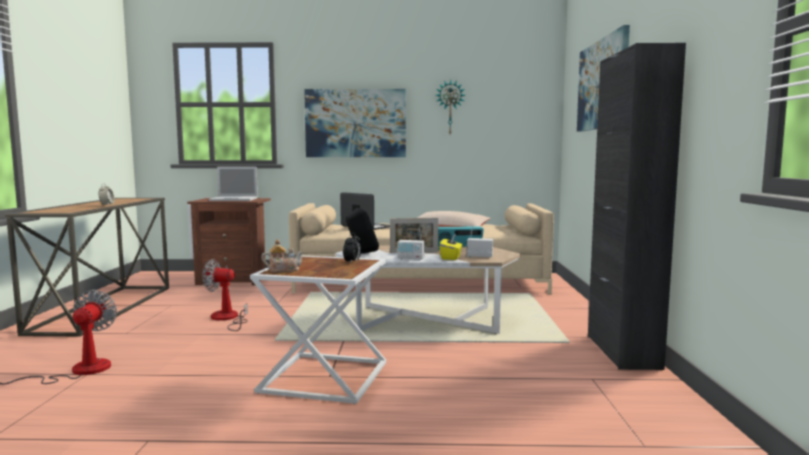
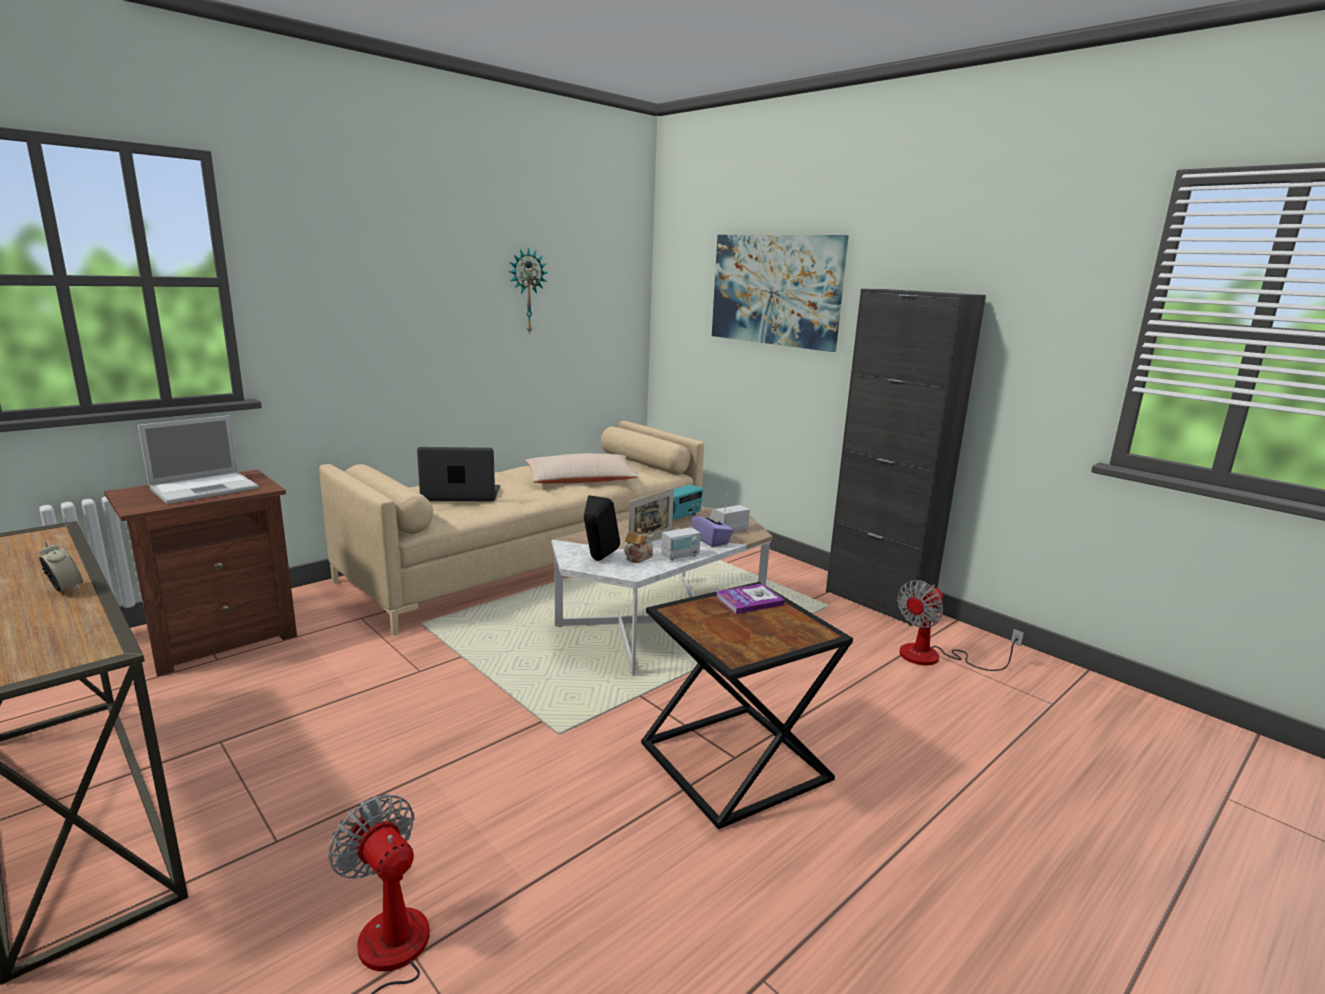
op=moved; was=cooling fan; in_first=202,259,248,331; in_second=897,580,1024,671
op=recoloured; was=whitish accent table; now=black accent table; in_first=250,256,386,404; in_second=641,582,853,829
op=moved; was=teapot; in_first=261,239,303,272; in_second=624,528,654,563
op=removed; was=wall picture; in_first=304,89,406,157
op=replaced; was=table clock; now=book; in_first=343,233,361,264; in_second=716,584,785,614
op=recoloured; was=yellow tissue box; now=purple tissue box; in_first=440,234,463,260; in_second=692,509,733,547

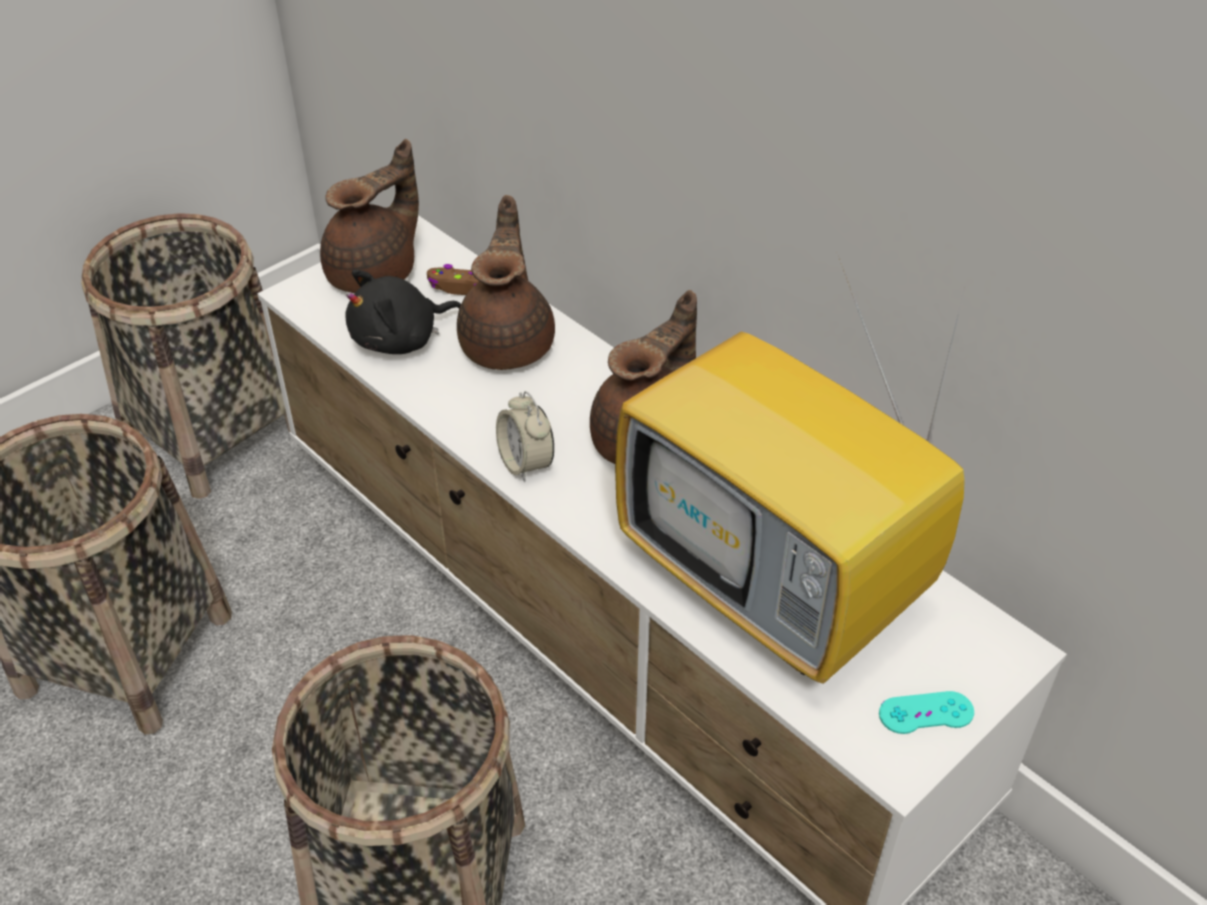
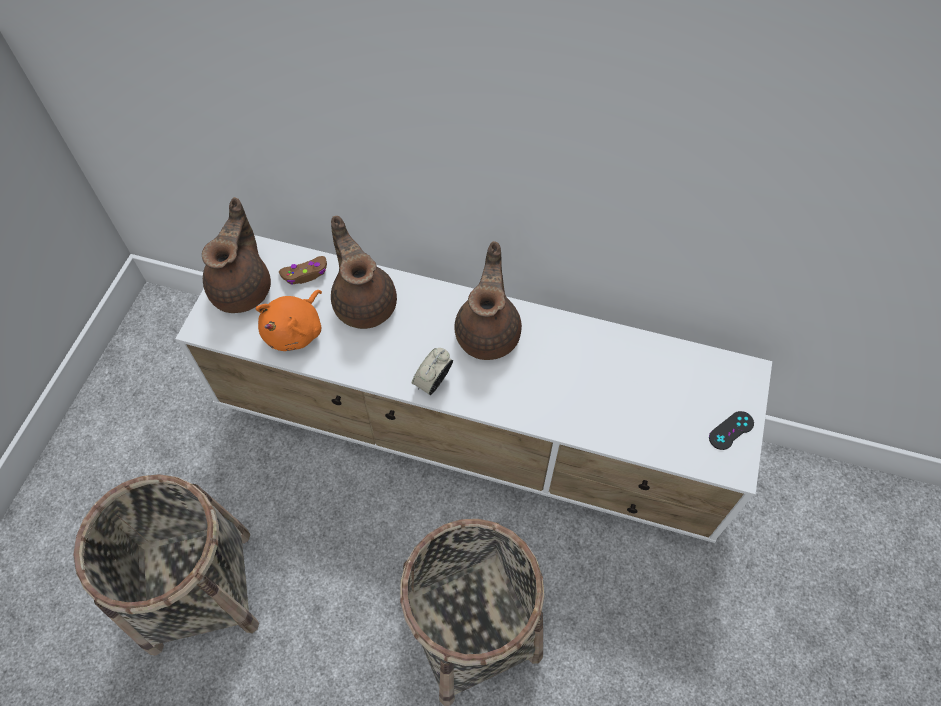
op=removed; was=household basket; in_first=81,214,290,499
op=recoloured; was=black plush toy; now=orange-coloured plush toy; in_first=345,270,461,354; in_second=256,290,322,351
op=turned; was=table clock; in_first=496,391,554,482; in_second=412,348,453,395; clockwise=90
op=removed; was=TV; in_first=615,259,965,684
op=recoloured; was=turquoise gamepad; now=black gamepad; in_first=879,691,974,734; in_second=709,411,754,450

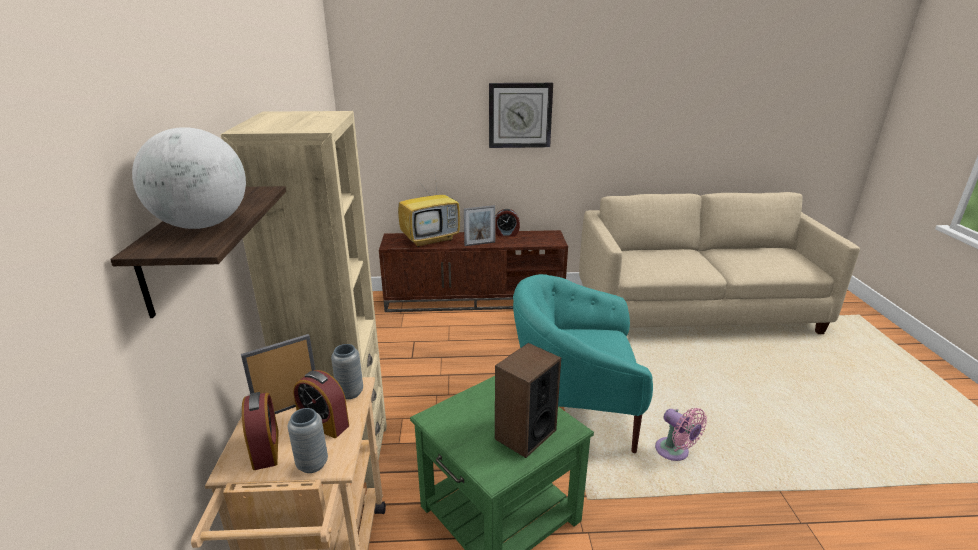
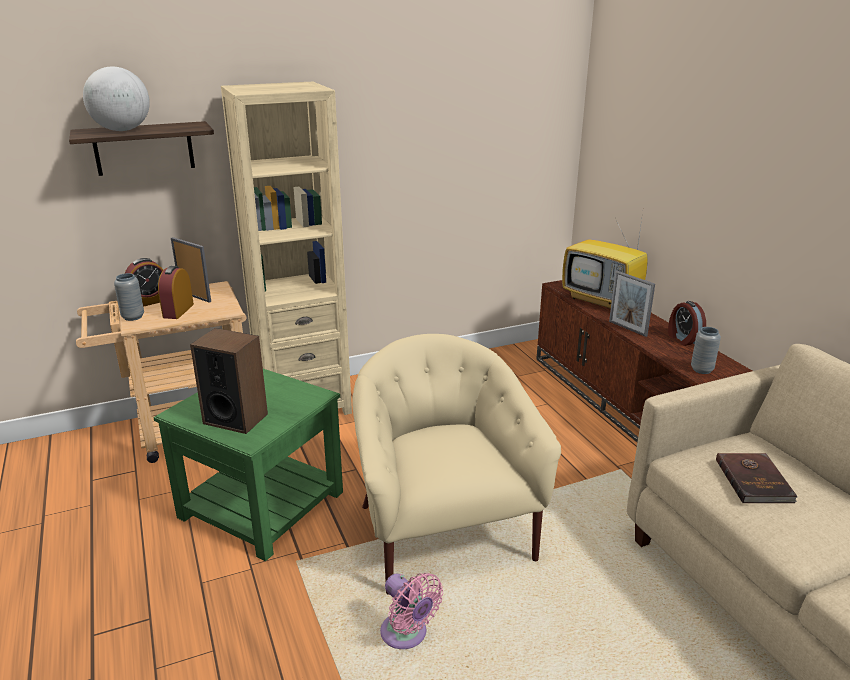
op=moved; was=grey flower vase; in_first=331,344,363,399; in_second=691,327,721,374
op=removed; was=wall clock; in_first=489,83,553,148
op=recoloured; was=turquoise easy chair; now=sand-coloured easy chair; in_first=513,274,653,453; in_second=352,334,561,595
op=turned; was=pinkish cooling fan; in_first=655,408,707,461; in_second=380,573,443,649; clockwise=-75
op=added; now=brownish book; in_second=716,453,797,503

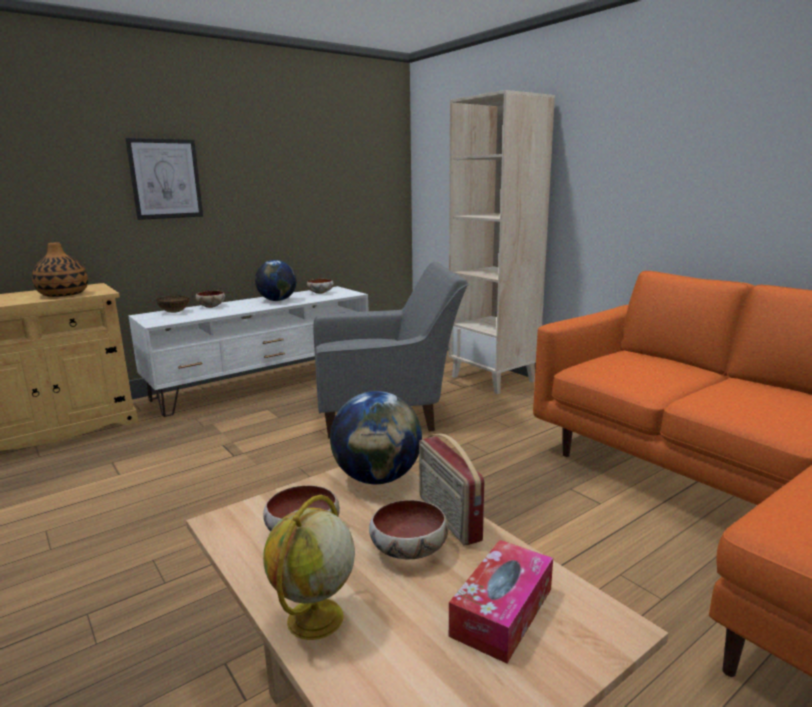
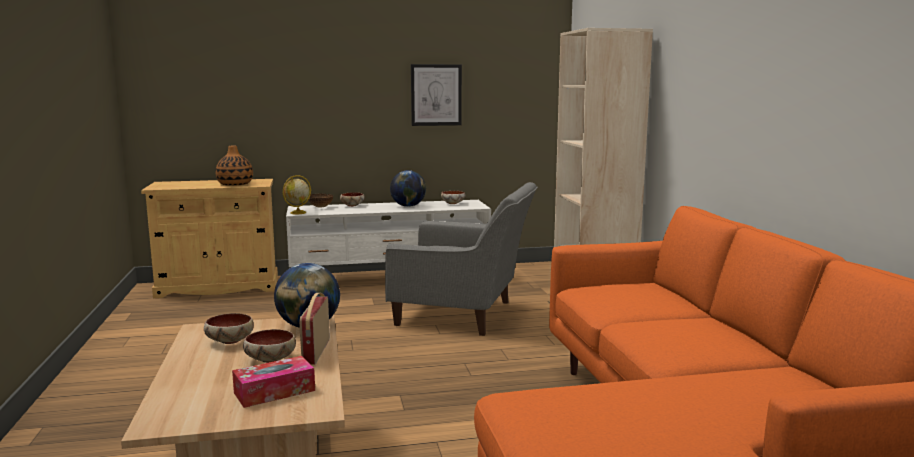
op=moved; was=wall picture; in_first=125,138,203,220; in_second=411,64,462,126
op=moved; was=world globe; in_first=263,495,355,640; in_second=283,175,311,214

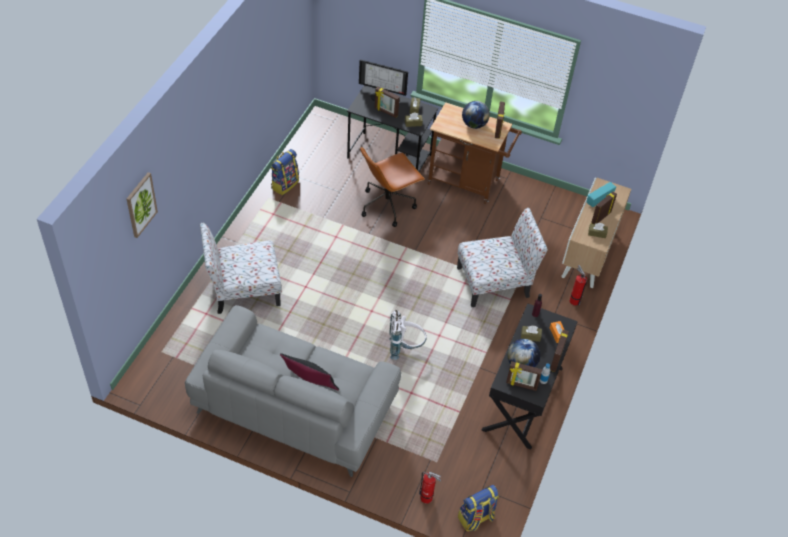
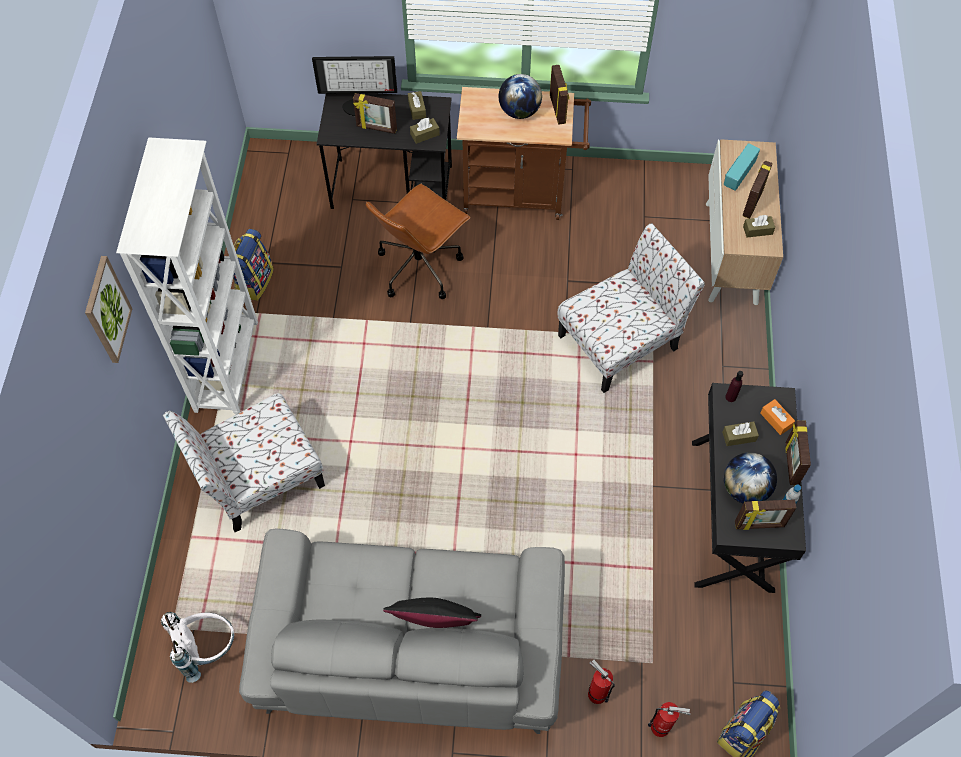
op=moved; was=wall picture; in_first=127,172,158,238; in_second=85,256,132,363
op=moved; was=whitish rucksack; in_first=389,310,427,360; in_second=161,612,234,683
op=moved; was=fire-fighting cylinder; in_first=570,265,587,306; in_second=588,660,615,704
op=added; now=whitish shelving unit; in_second=116,137,258,415

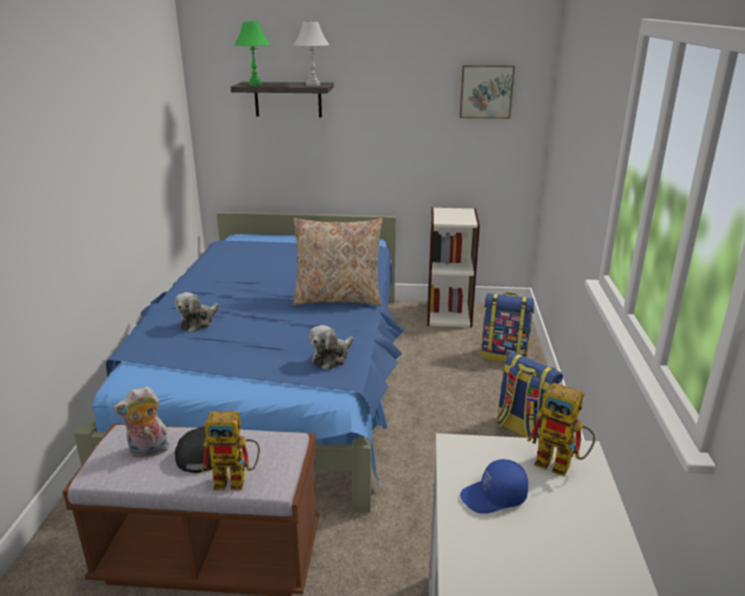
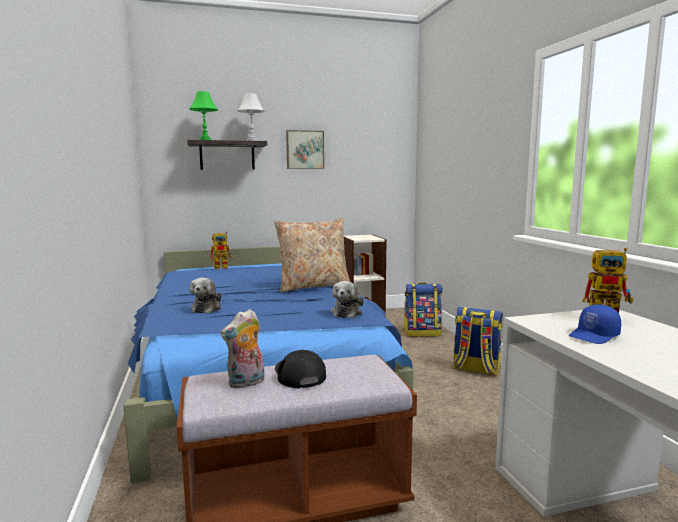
op=moved; was=model robot; in_first=201,411,260,491; in_second=210,231,233,269
op=moved; was=wall picture; in_first=460,65,515,119; in_second=286,130,324,169

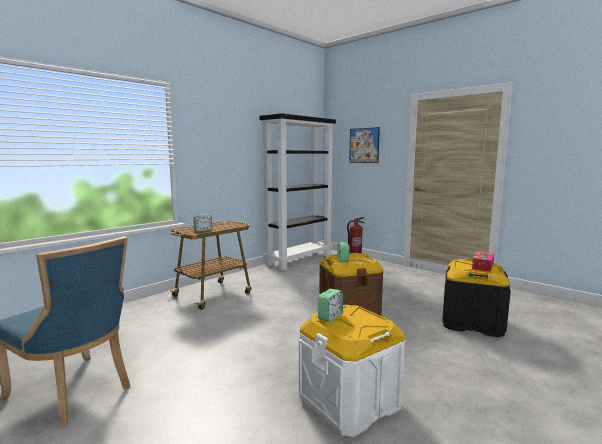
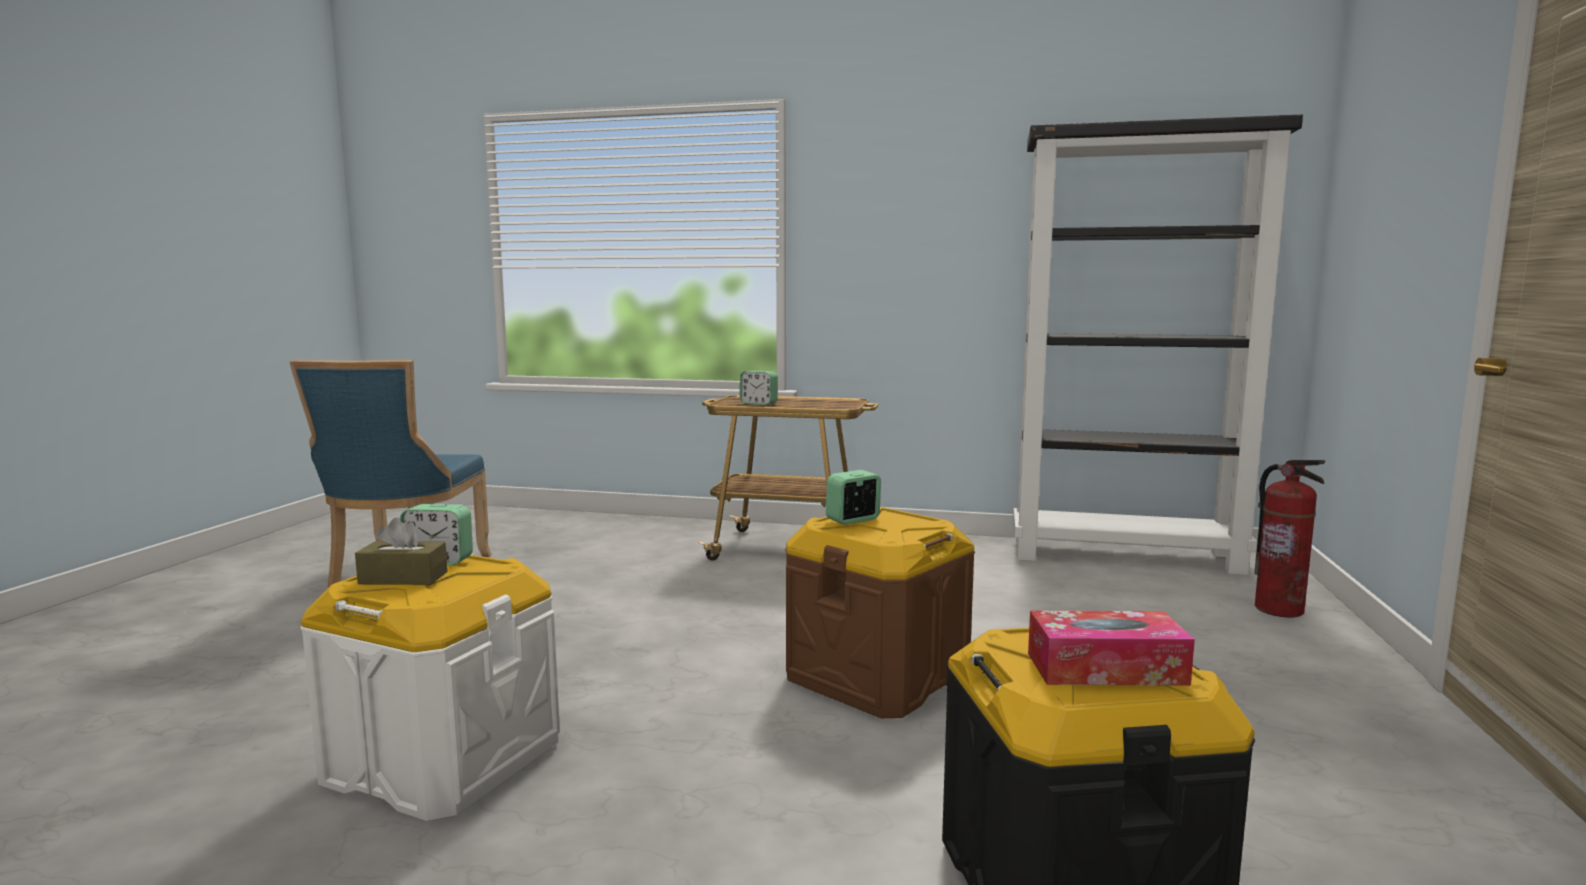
op=removed; was=wall picture; in_first=349,127,380,163
op=added; now=brownish tissue box; in_second=355,517,448,585

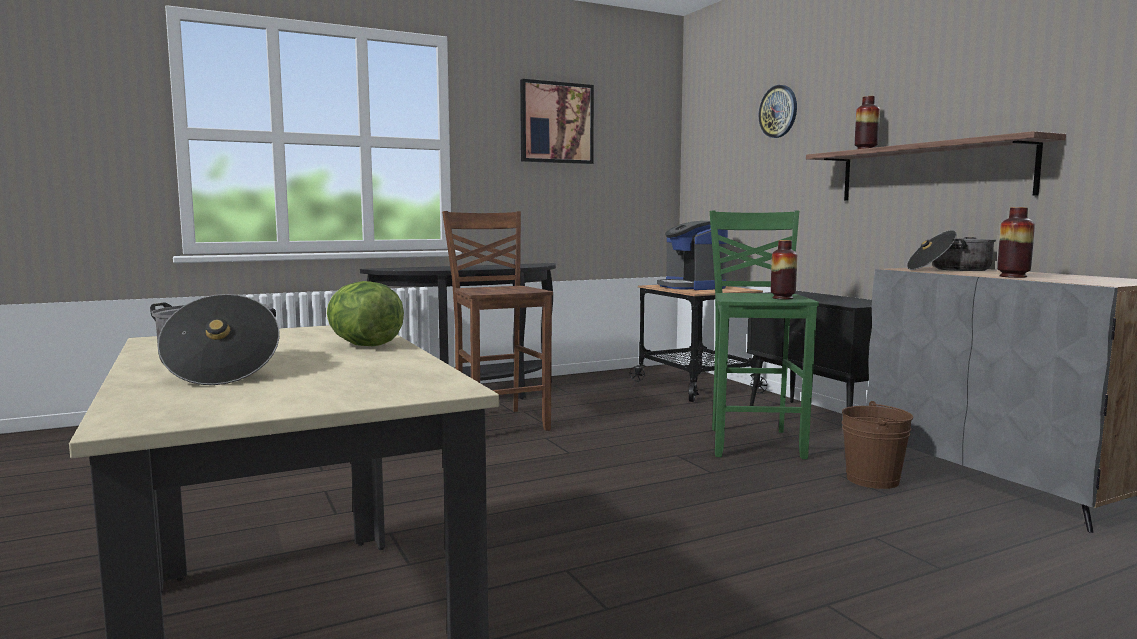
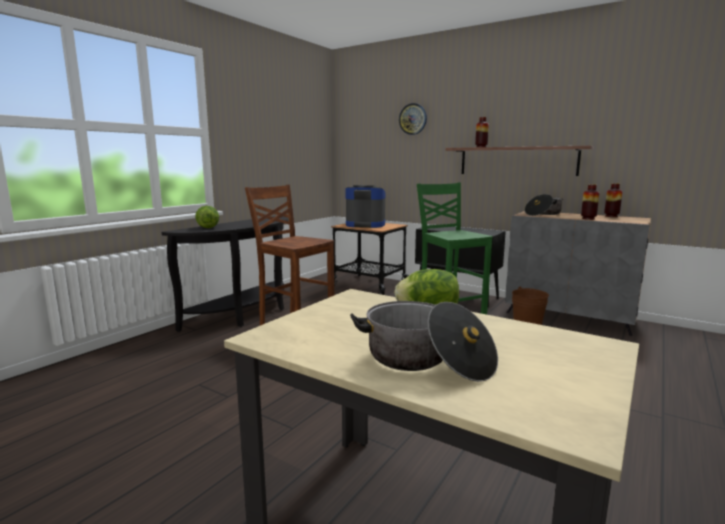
op=removed; was=wall picture; in_first=520,79,594,164
op=turned; was=coffee machine; in_first=657,221,728,290; in_second=345,185,386,228; clockwise=150
op=moved; was=flower vase; in_first=771,240,797,299; in_second=604,183,623,217
op=added; now=lettuce head; in_second=195,206,219,228

